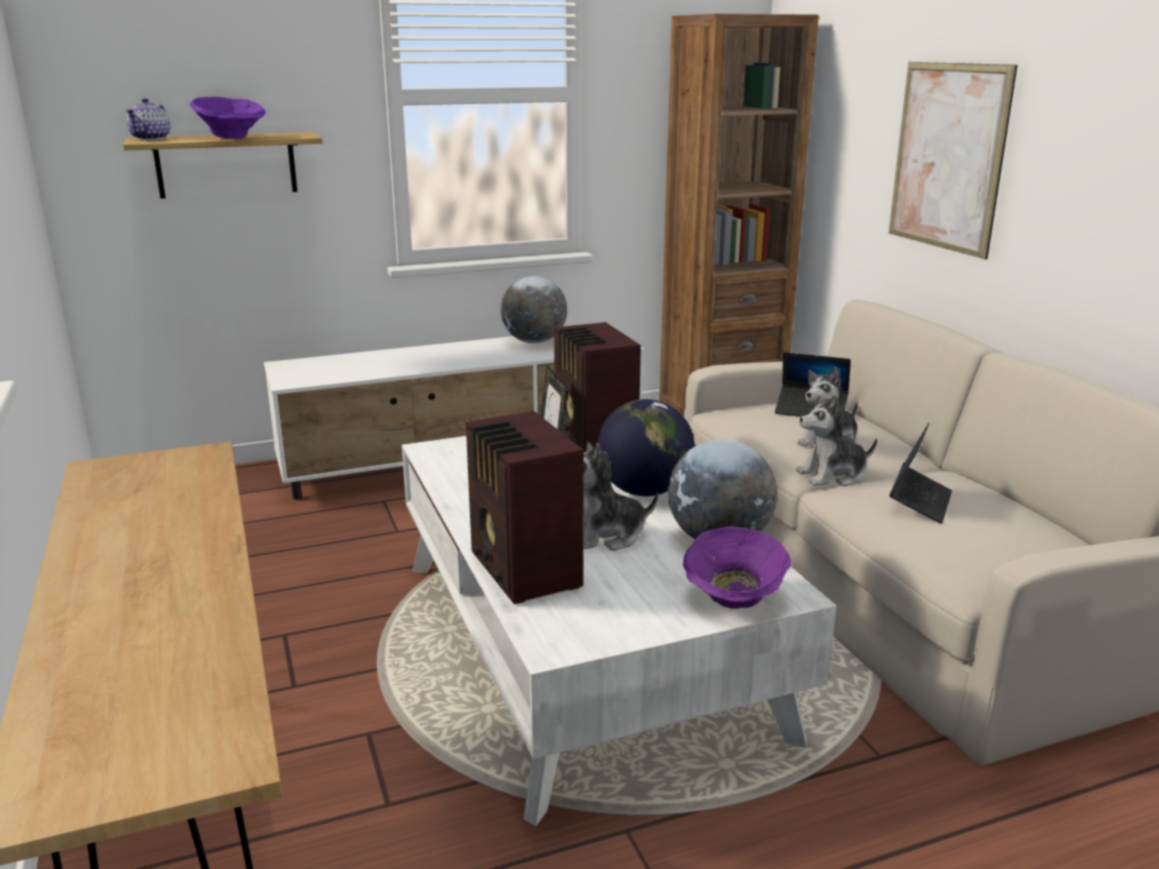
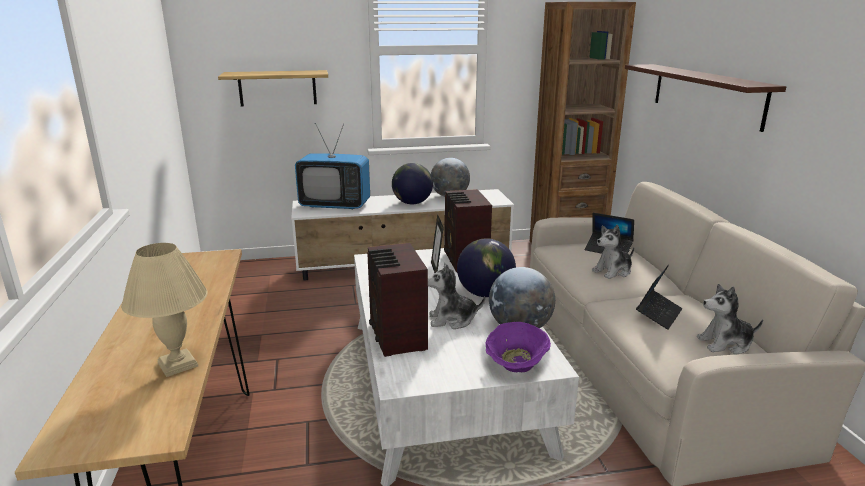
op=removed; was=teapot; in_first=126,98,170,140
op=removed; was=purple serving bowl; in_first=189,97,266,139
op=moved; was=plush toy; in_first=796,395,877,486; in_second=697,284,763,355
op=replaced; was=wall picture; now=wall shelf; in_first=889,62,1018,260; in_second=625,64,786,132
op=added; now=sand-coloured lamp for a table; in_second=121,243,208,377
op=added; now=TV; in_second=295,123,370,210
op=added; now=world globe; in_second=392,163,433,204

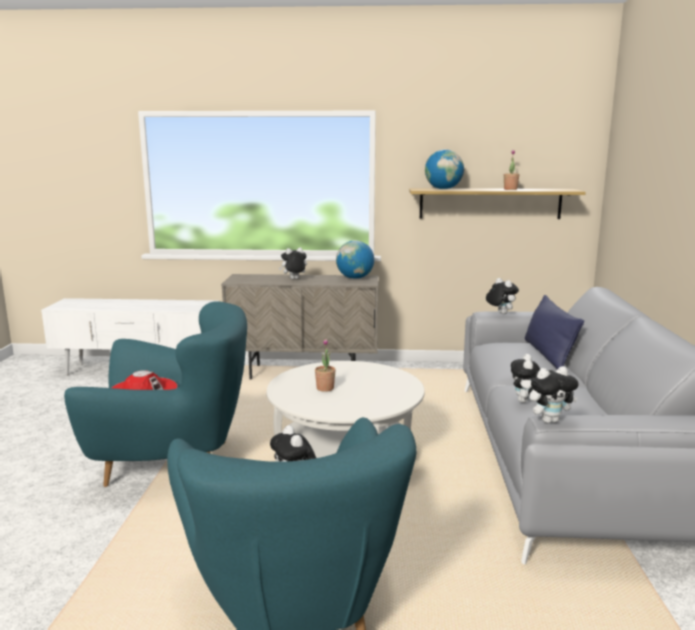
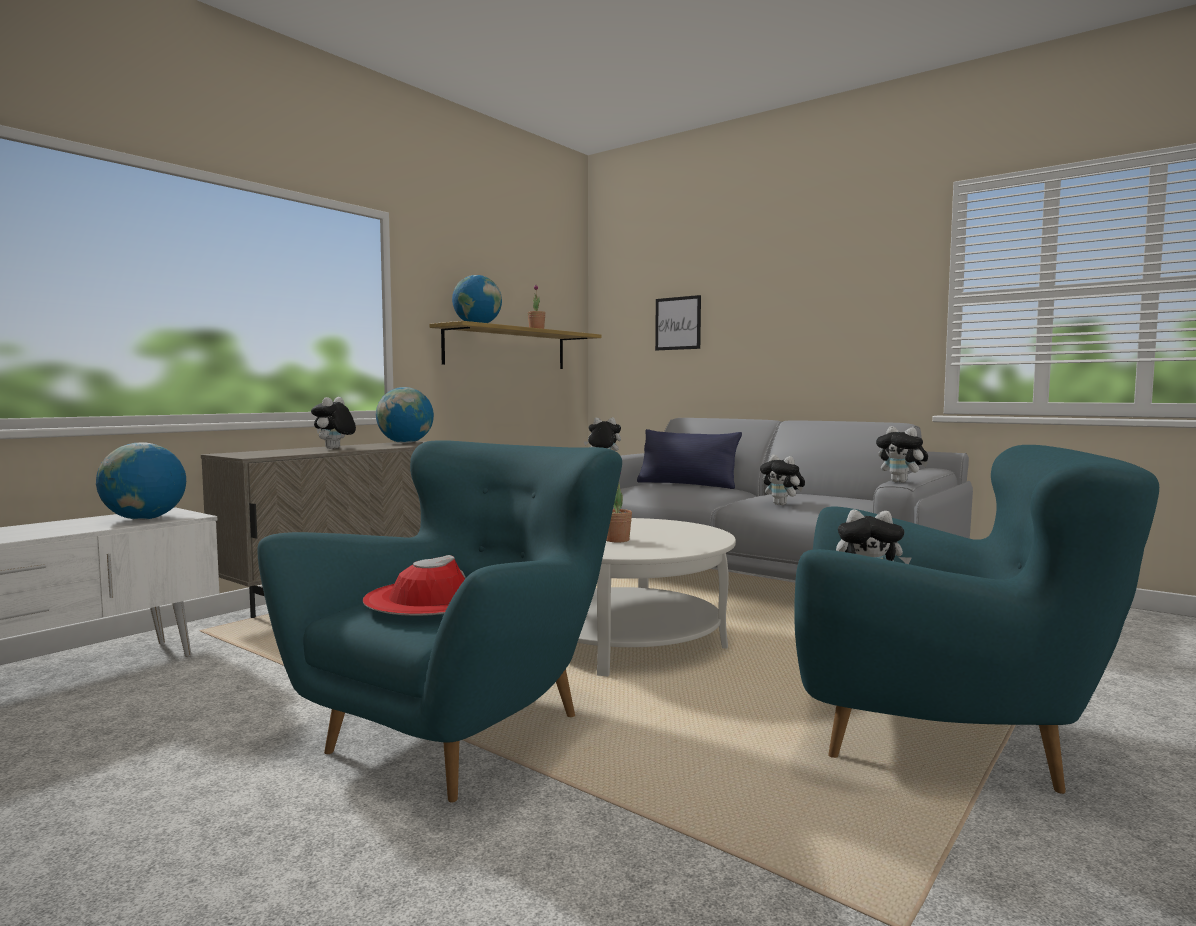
op=turned; was=plush toy; in_first=528,366,579,423; in_second=876,426,928,483; clockwise=120
op=added; now=world globe; in_second=96,442,186,520
op=added; now=wall picture; in_second=655,295,701,350

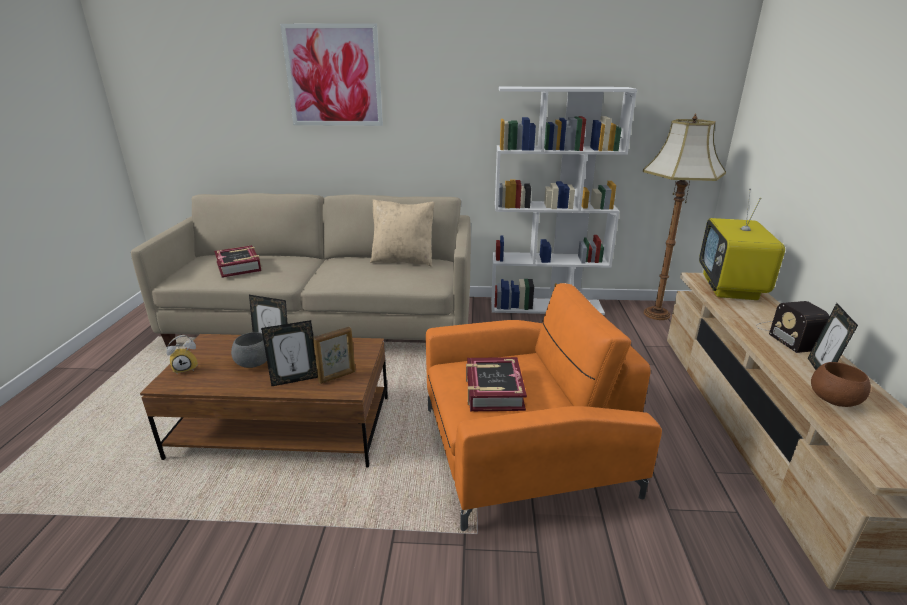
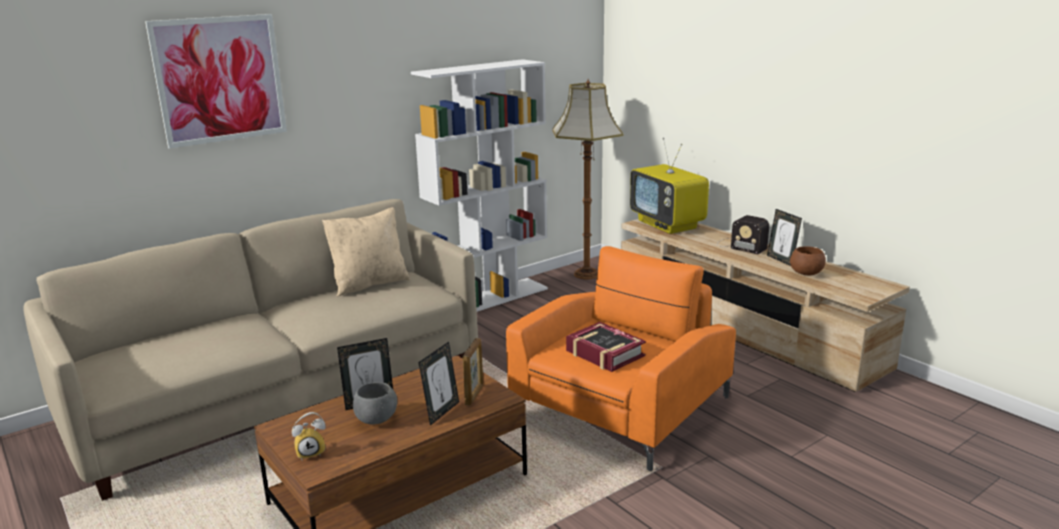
op=turned; was=table clock; in_first=166,335,198,375; in_second=292,412,326,460; clockwise=45
op=removed; was=book; in_first=214,245,262,278

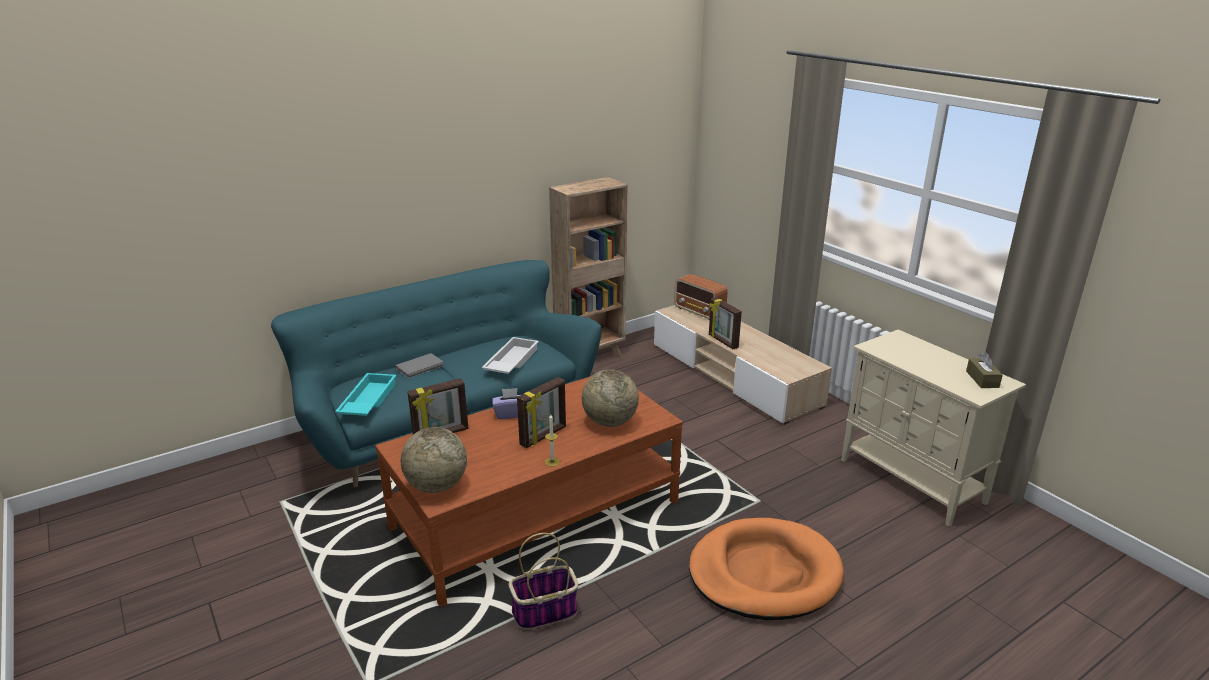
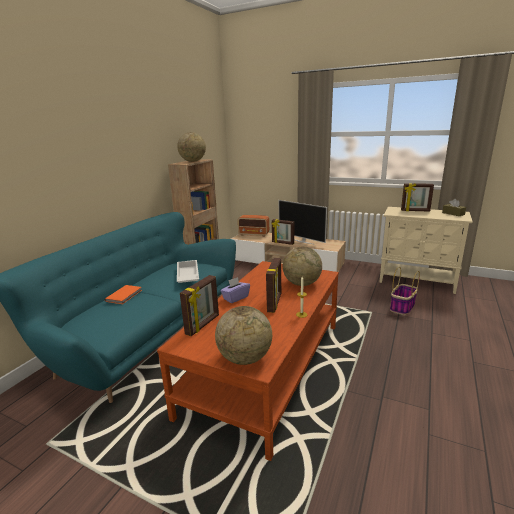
op=removed; was=turquoise tray; in_first=335,373,397,416
op=recoloured; was=grey book; now=orange-coloured book; in_first=395,353,444,378; in_second=105,285,142,304
op=moved; was=household basket; in_first=509,533,578,630; in_second=390,267,420,315
op=removed; was=orange-coloured dog bed; in_first=689,518,844,620
op=added; now=world globe; in_second=177,132,206,162
op=added; now=TV; in_second=279,200,327,245
op=added; now=picture frame; in_second=401,183,434,211

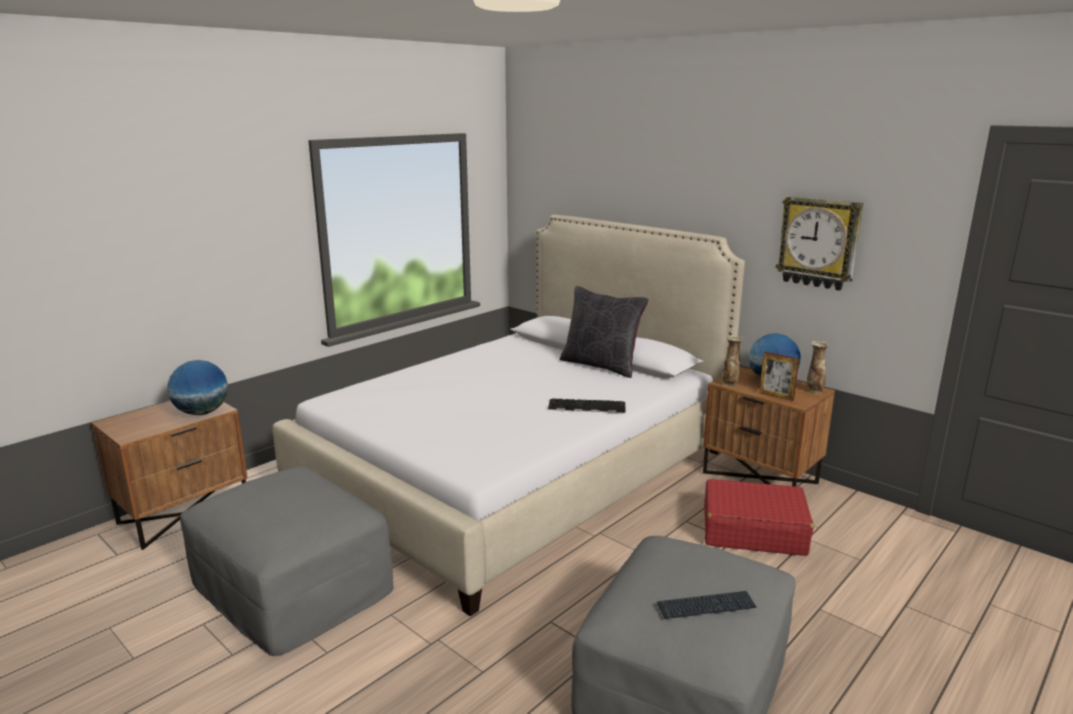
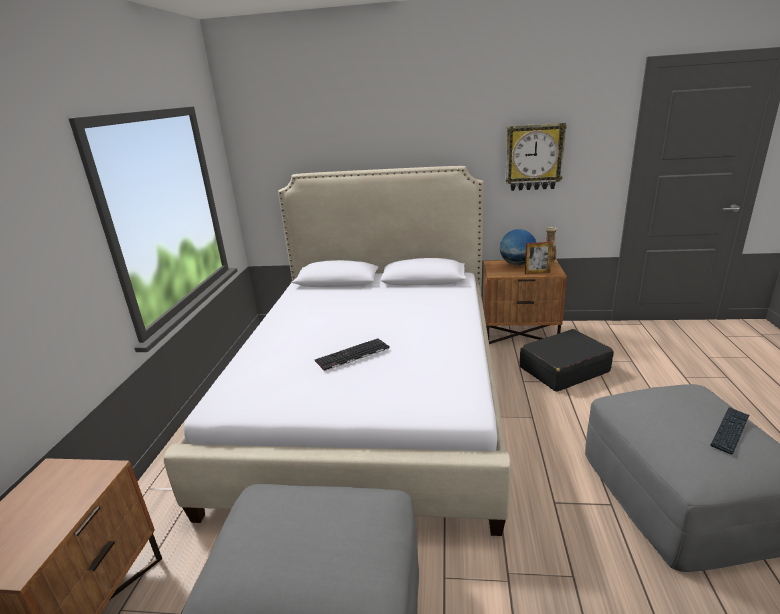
op=removed; was=world globe; in_first=167,360,228,415
op=moved; was=computer keyboard; in_first=548,398,626,413; in_second=315,338,390,371
op=removed; was=black throw pillow; in_first=559,286,649,378
op=recoloured; was=red suitcase; now=black suitcase; in_first=704,479,814,556; in_second=520,329,614,392
op=removed; was=flower vase; in_first=722,335,744,387

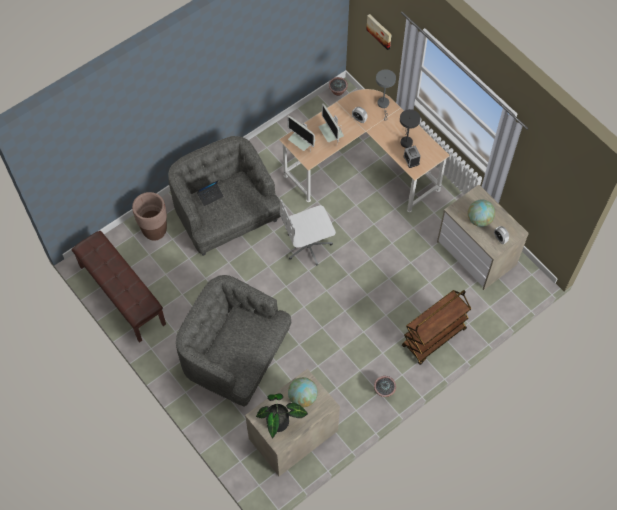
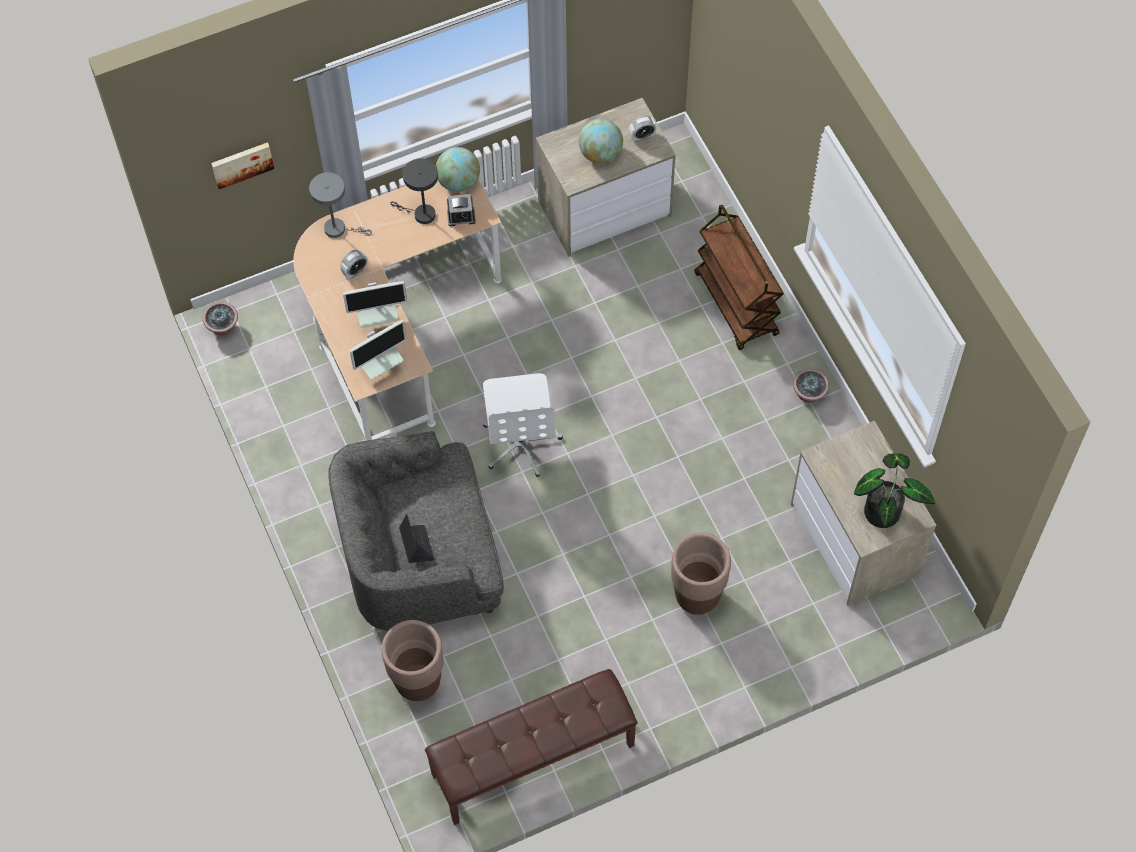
op=replaced; was=grey easy chair; now=brownish plant pot; in_first=176,275,291,407; in_second=671,533,731,615
op=moved; was=world globe; in_first=288,377,318,407; in_second=436,147,480,192

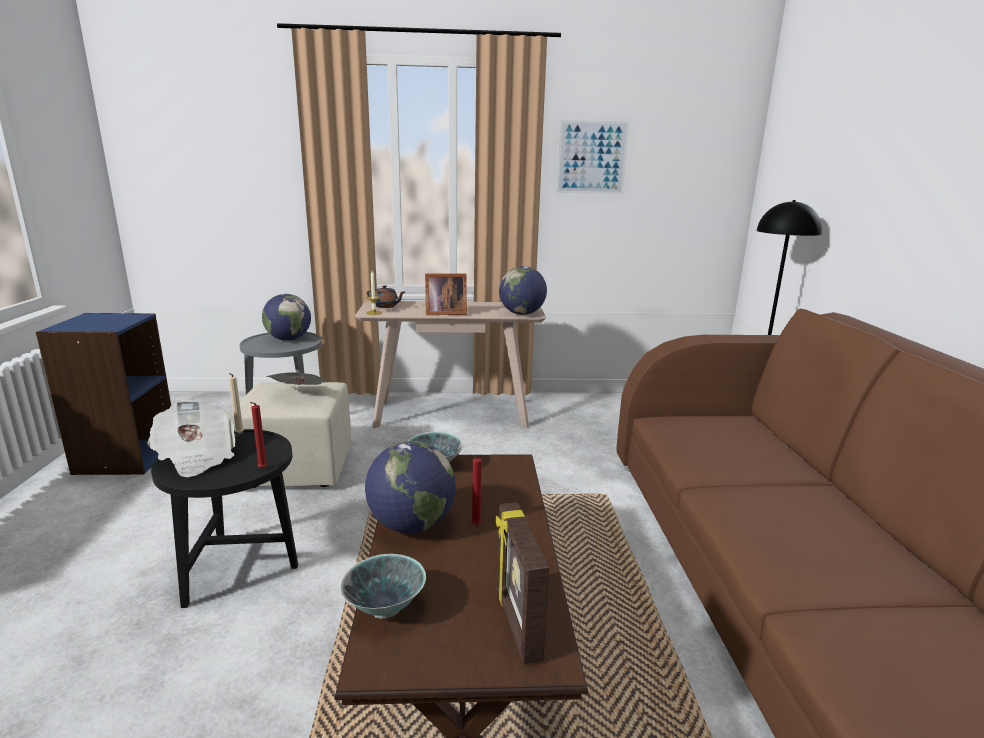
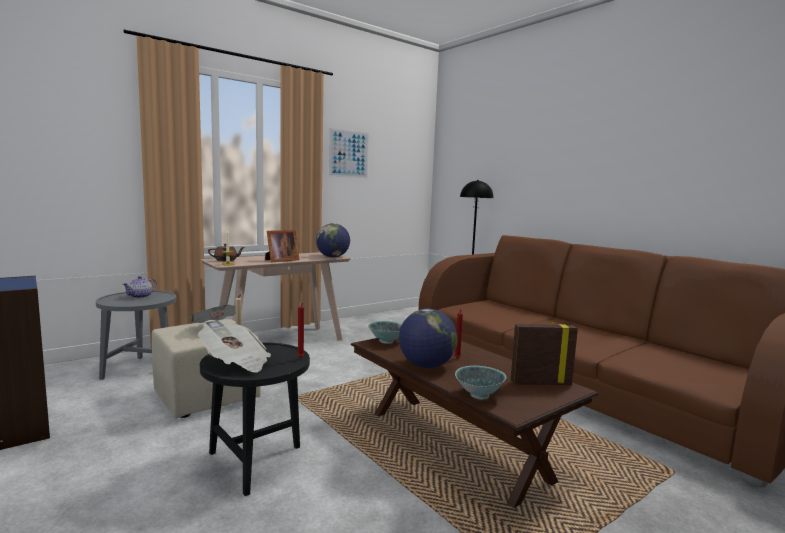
op=replaced; was=world globe; now=teapot; in_first=262,294,311,341; in_second=123,276,157,298
op=turned; was=picture frame; in_first=496,503,549,665; in_second=511,322,578,385; clockwise=135

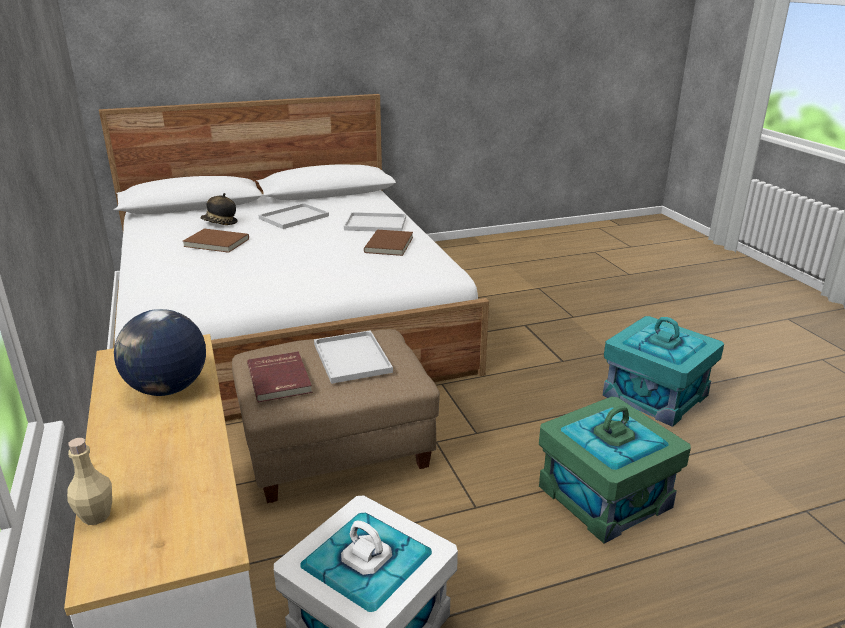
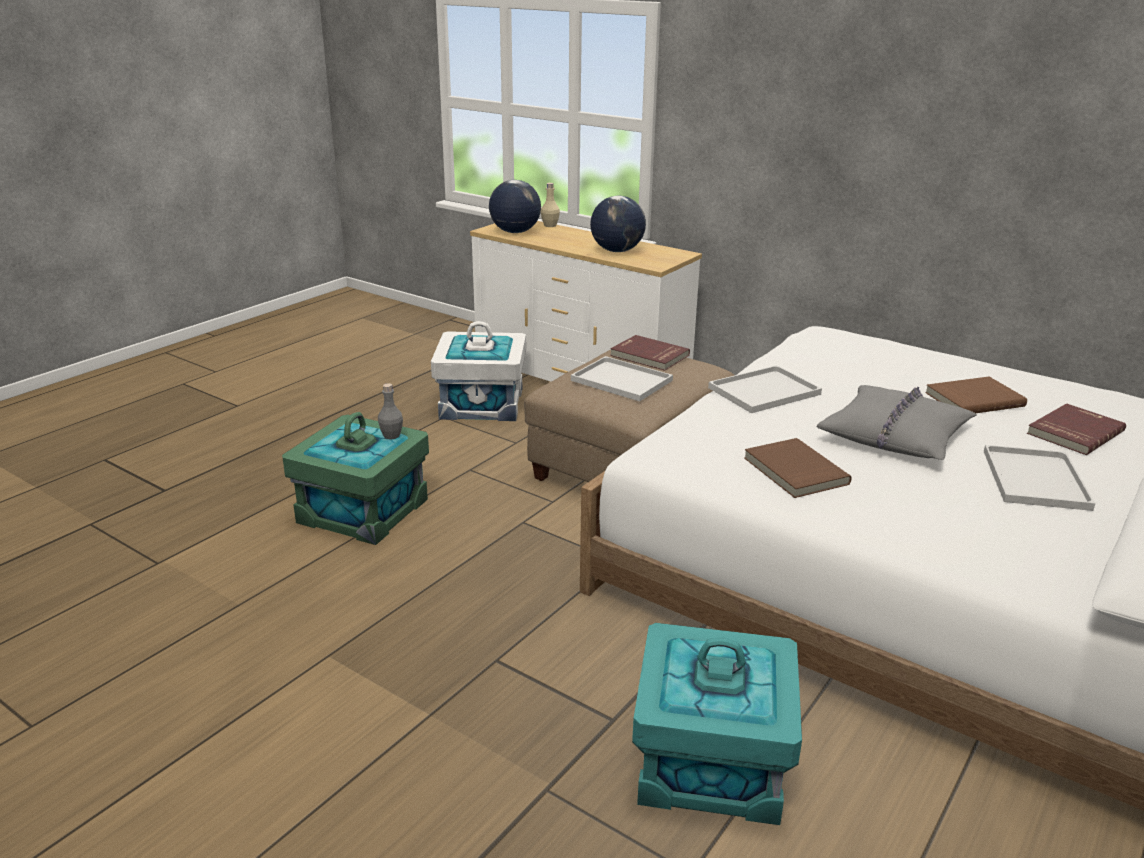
op=replaced; was=wearable hat; now=red book; in_first=200,193,238,225; in_second=1027,403,1126,455
op=moved; was=whitish tray; in_first=344,212,406,231; in_second=708,365,822,413
op=moved; was=turquoise storage bin; in_first=602,316,724,427; in_second=632,623,802,825
op=added; now=grey drink bottle; in_second=378,383,403,439
op=added; now=world globe; in_second=489,180,541,233
op=added; now=grey throw pillow; in_second=817,385,977,460

